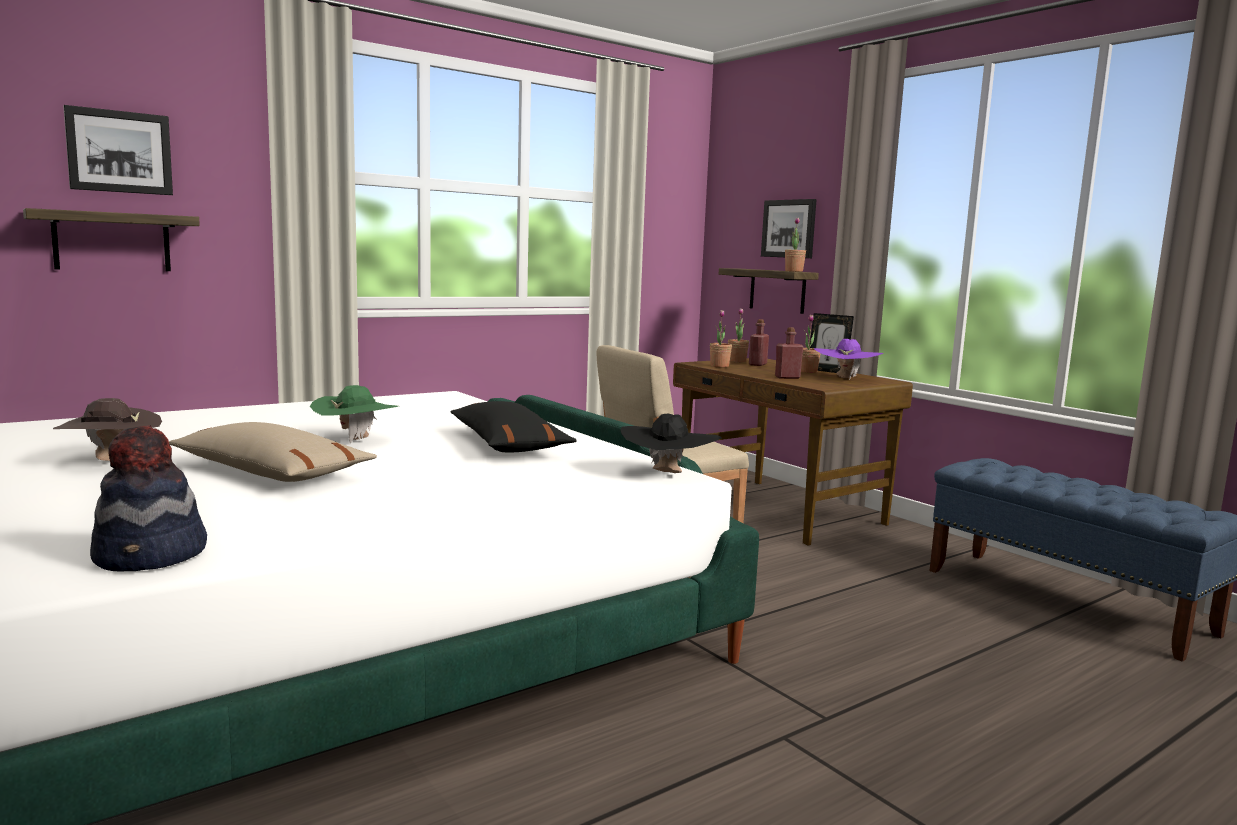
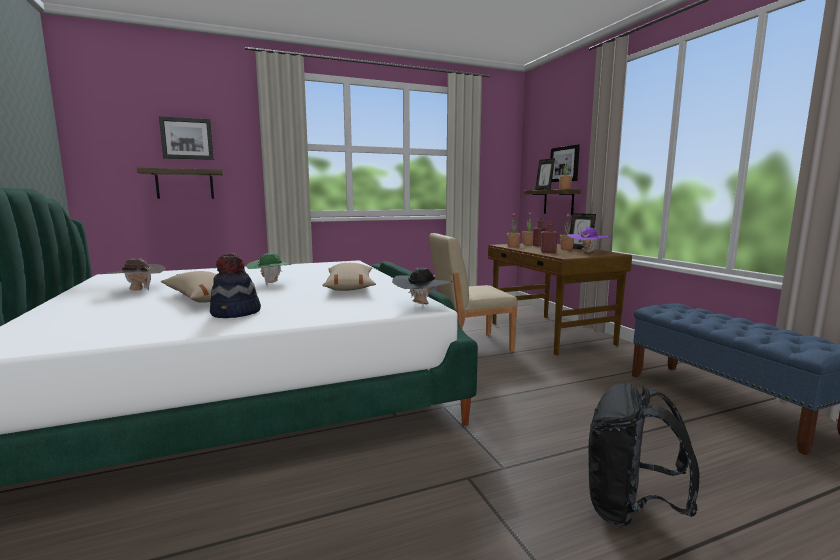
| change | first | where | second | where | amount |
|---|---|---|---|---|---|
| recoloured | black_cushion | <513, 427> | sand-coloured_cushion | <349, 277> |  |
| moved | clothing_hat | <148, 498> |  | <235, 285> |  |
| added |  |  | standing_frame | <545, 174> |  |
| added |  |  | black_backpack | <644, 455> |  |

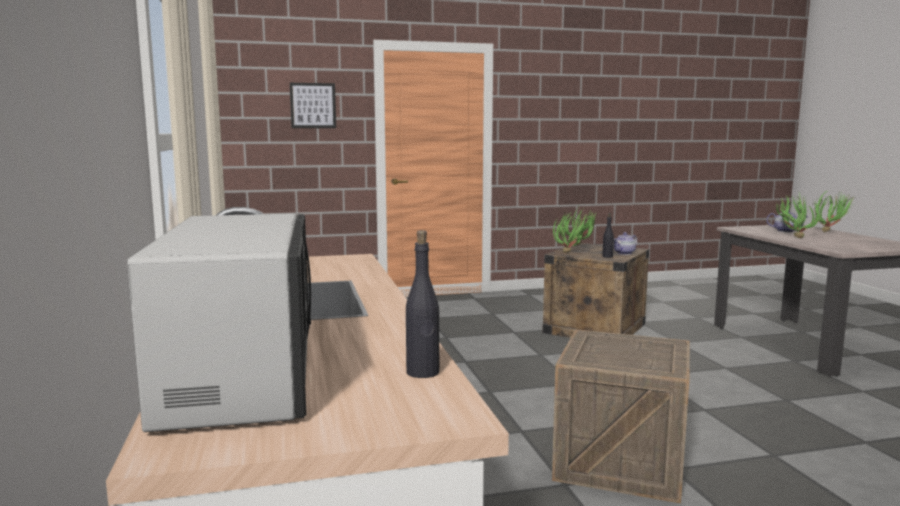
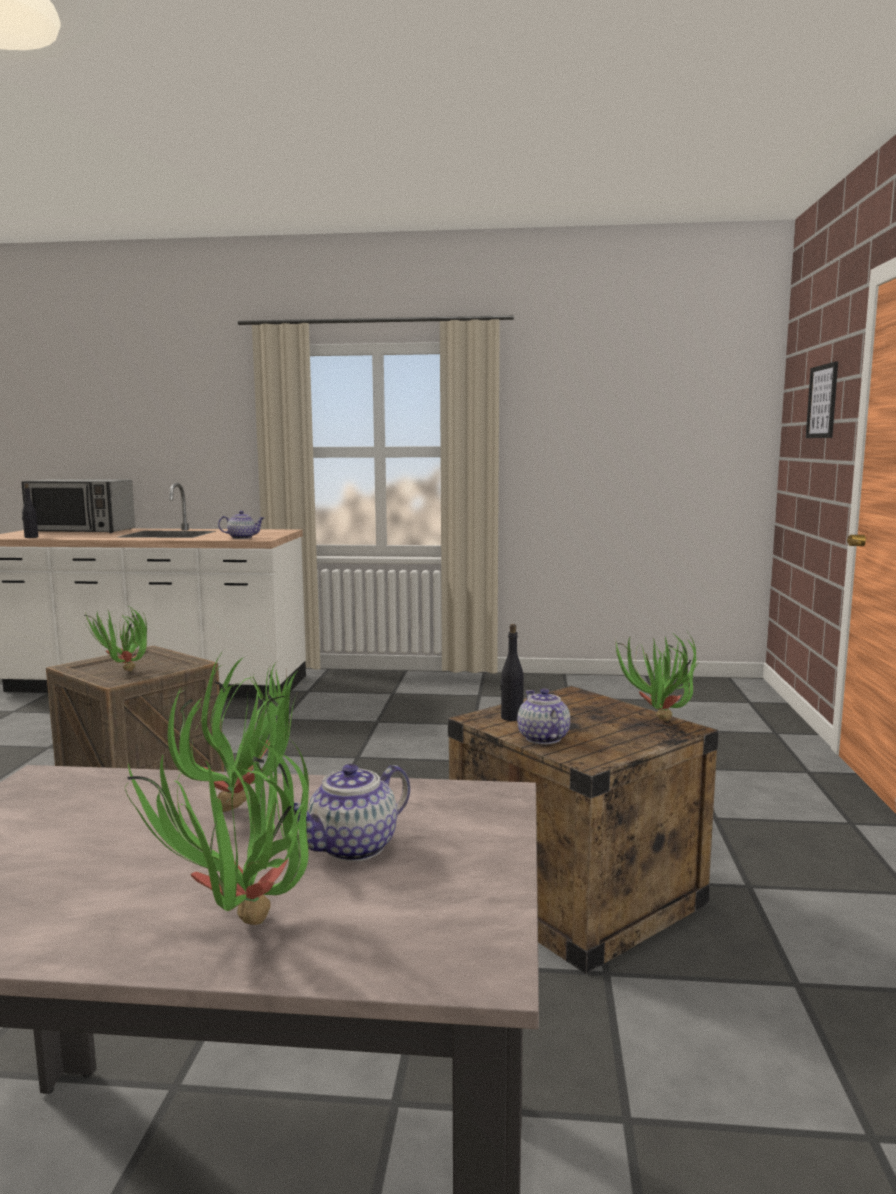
| change | first | where | second | where | amount |
|---|---|---|---|---|---|
| moved | potted_plant | <570, 232> |  | <115, 638> |  |
| added |  |  | pot_for_tea | <241, 525> |  |

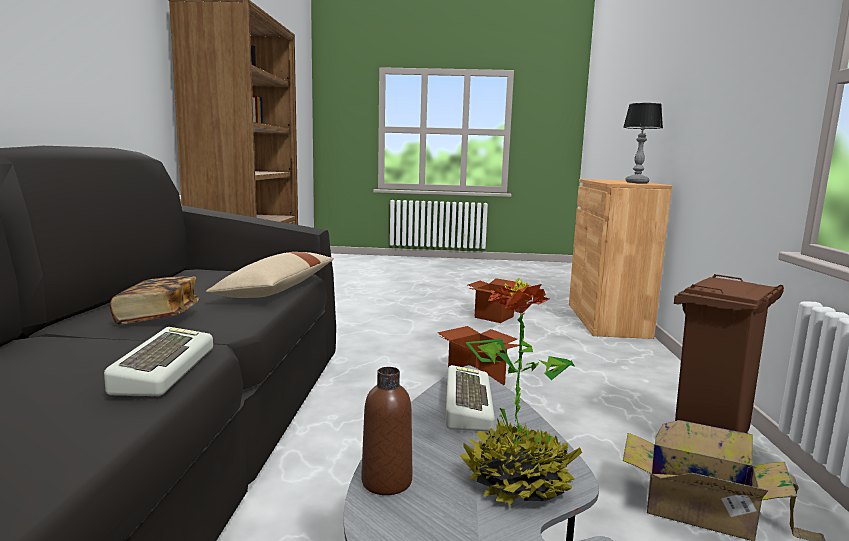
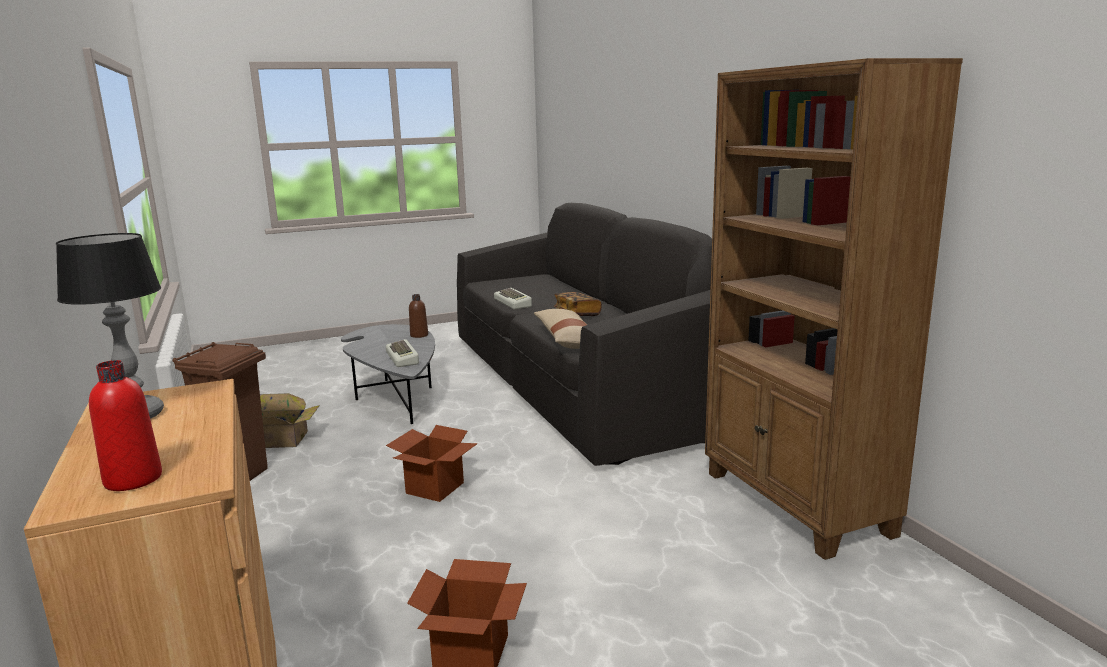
| change | first | where | second | where | amount |
|---|---|---|---|---|---|
| removed | potted_plant | <520, 392> |  |  |  |
| added |  |  | reddish_drink_bottle | <125, 425> |  |

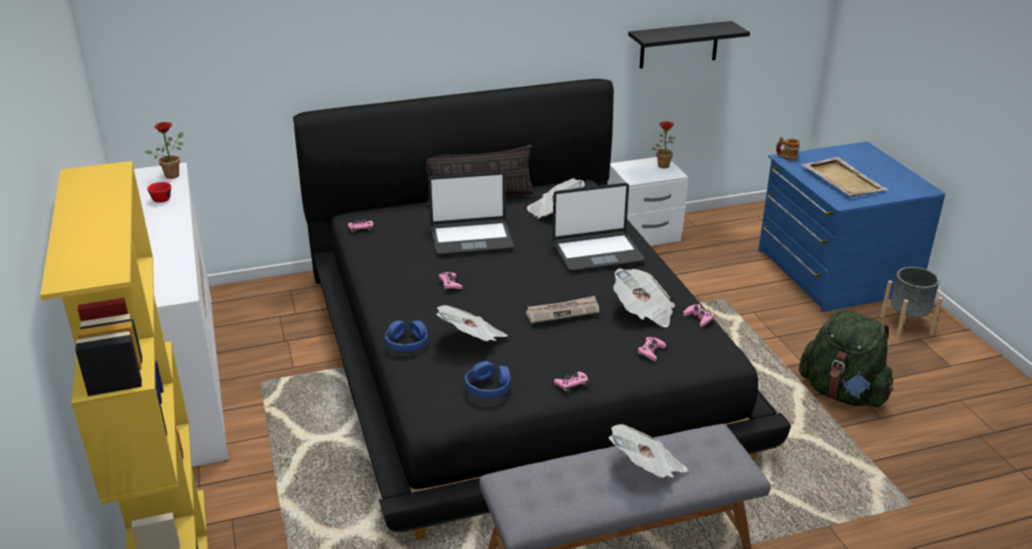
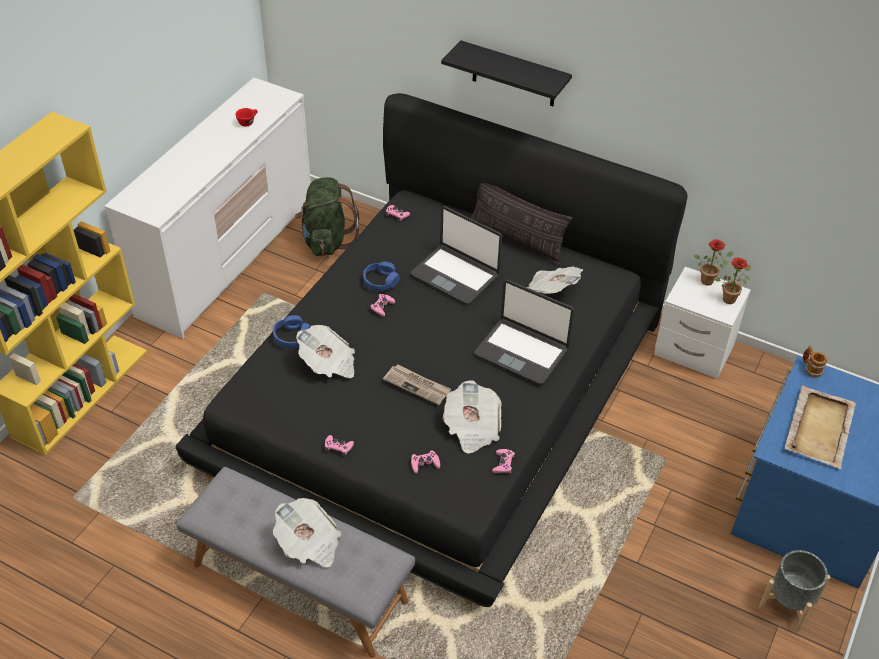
| change | first | where | second | where | amount |
|---|---|---|---|---|---|
| moved | black_shelf | <689, 44> |  | <506, 73> |  |
| moved | potted_plant | <164, 150> |  | <714, 262> |  |
| moved | greenish_backpack | <846, 358> |  | <327, 216> |  |
| moved | blue-coloured_headset | <488, 379> |  | <381, 276> |  |

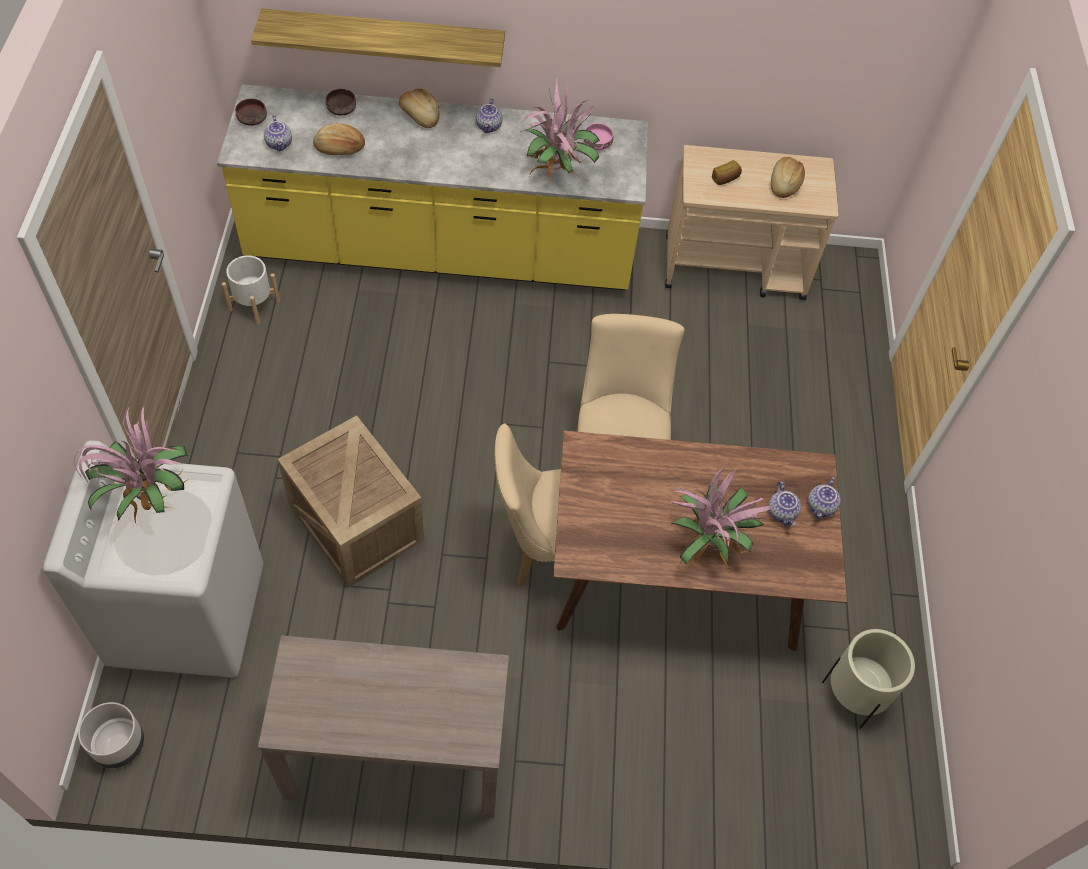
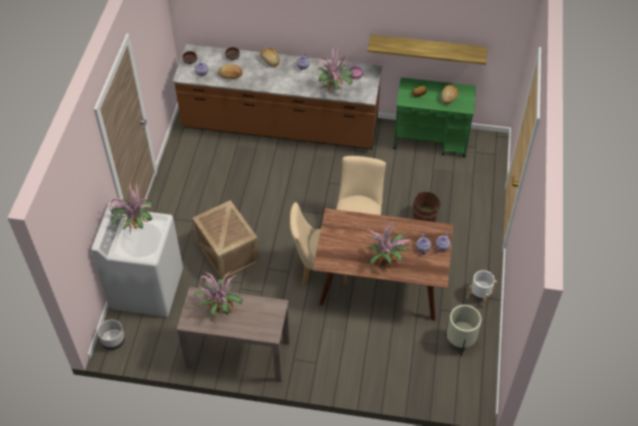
| change | first | where | second | where | amount |
|---|---|---|---|---|---|
| moved | shelf | <378, 37> |  | <427, 49> |  |
| recoloured | yellowish_kitchen_base_unit | <432, 187> | brown_kitchen_base_unit | <277, 97> |  |
| recoloured | sand-coloured_wheeled_cart | <752, 222> | greenish_wheeled_cart | <434, 117> |  |
| moved | whitish_planter | <251, 290> |  | <481, 289> |  |
| added |  |  | brown_water_bucket | <427, 207> |  |
| added |  |  | potted_plant | <218, 294> |  |

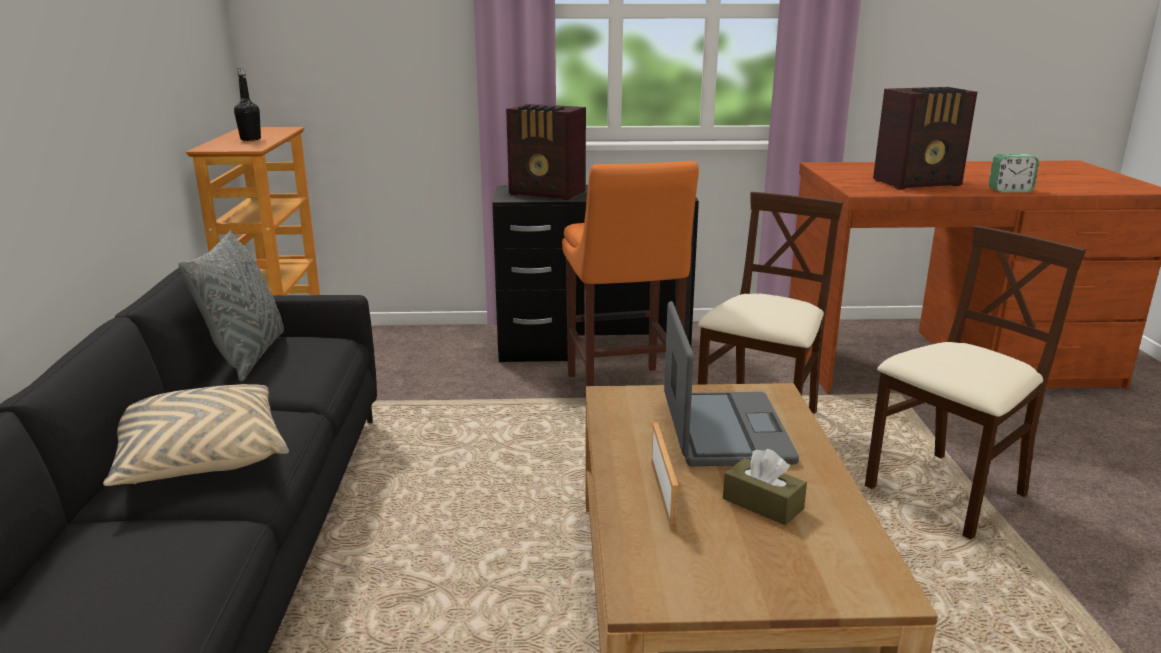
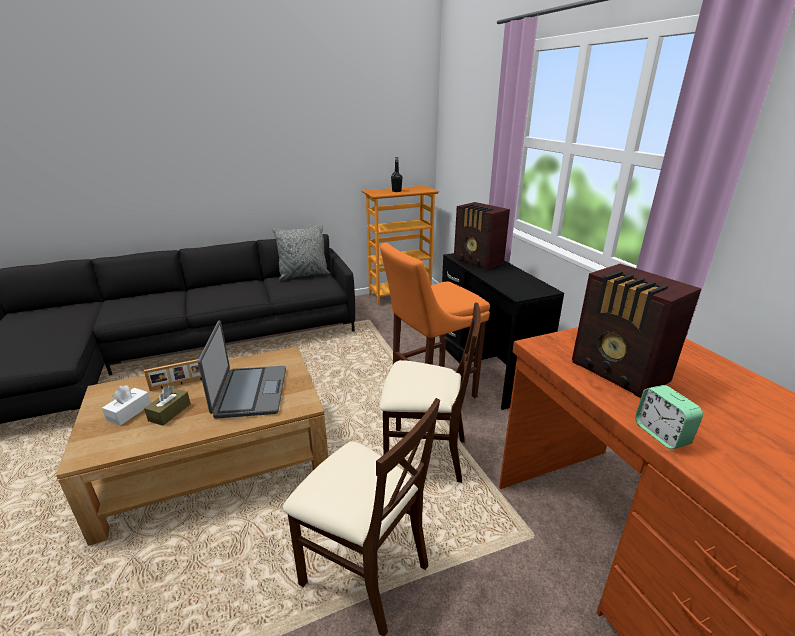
| change | first | where | second | where | amount |
|---|---|---|---|---|---|
| turned | radio_receiver | <546, 152> |  | <482, 236> | 45 degrees counterclockwise |
| turned | laptop | <731, 383> |  | <242, 369> | 75 degrees counterclockwise |
| removed | sand-coloured_cushion | <196, 435> |  |  |  |
| added |  |  | whitish_tissue_box | <126, 405> |  |

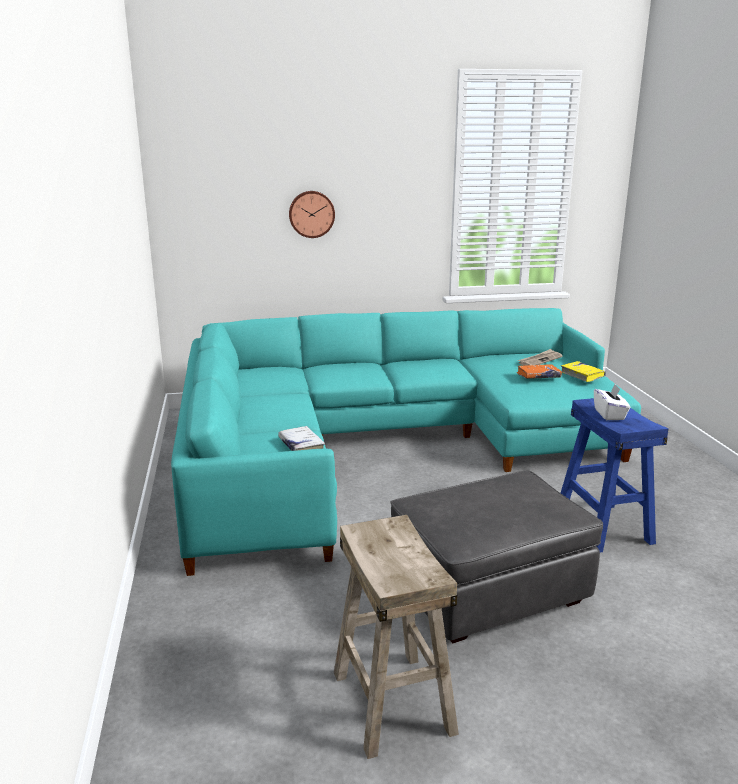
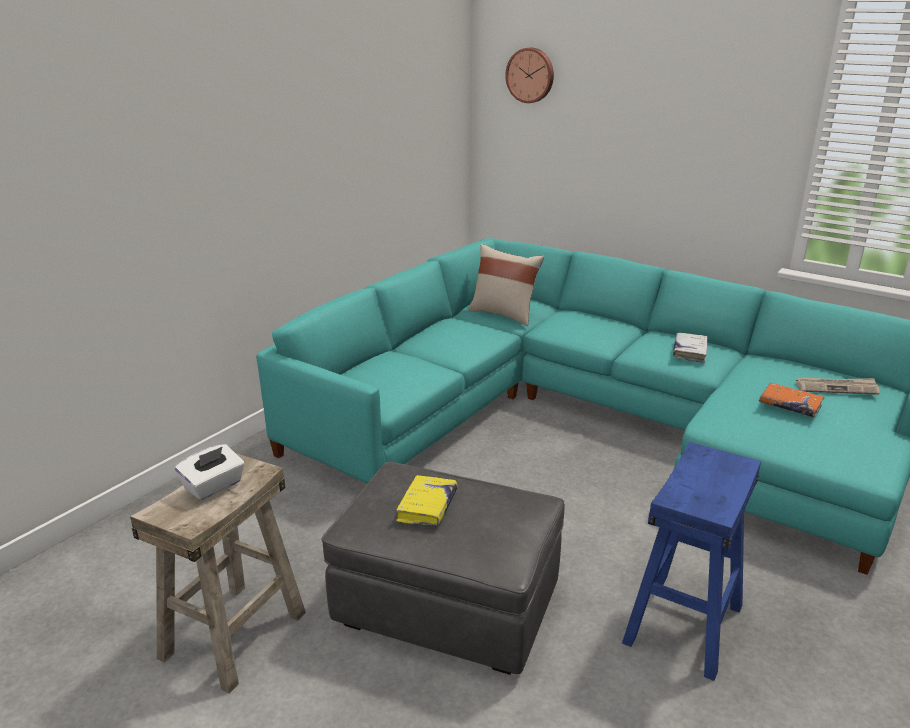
| change | first | where | second | where | amount |
|---|---|---|---|---|---|
| moved | wall_clock | <312, 214> |  | <529, 75> |  |
| moved | yellowish_book | <583, 371> |  | <426, 500> |  |
| moved | whitish_tissue_box | <612, 402> |  | <210, 472> |  |
| moved | whitish_book | <301, 438> |  | <690, 348> |  |
| added |  |  | sand-coloured_cushion | <506, 285> |  |

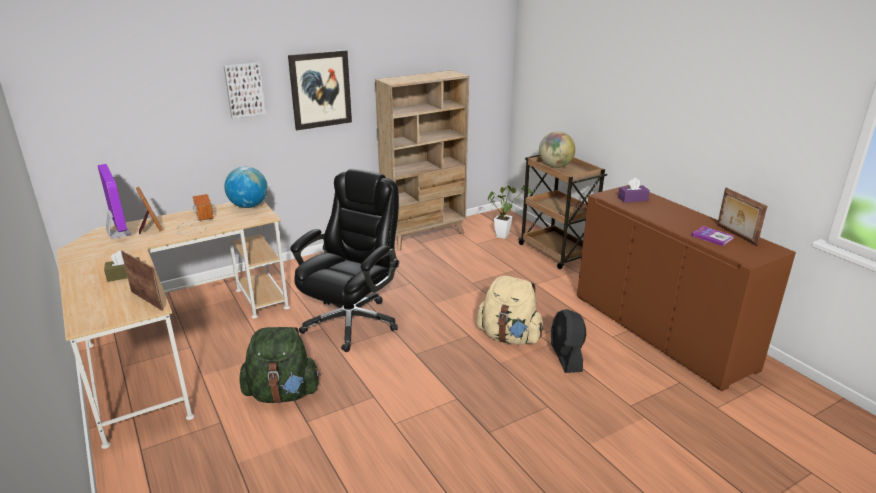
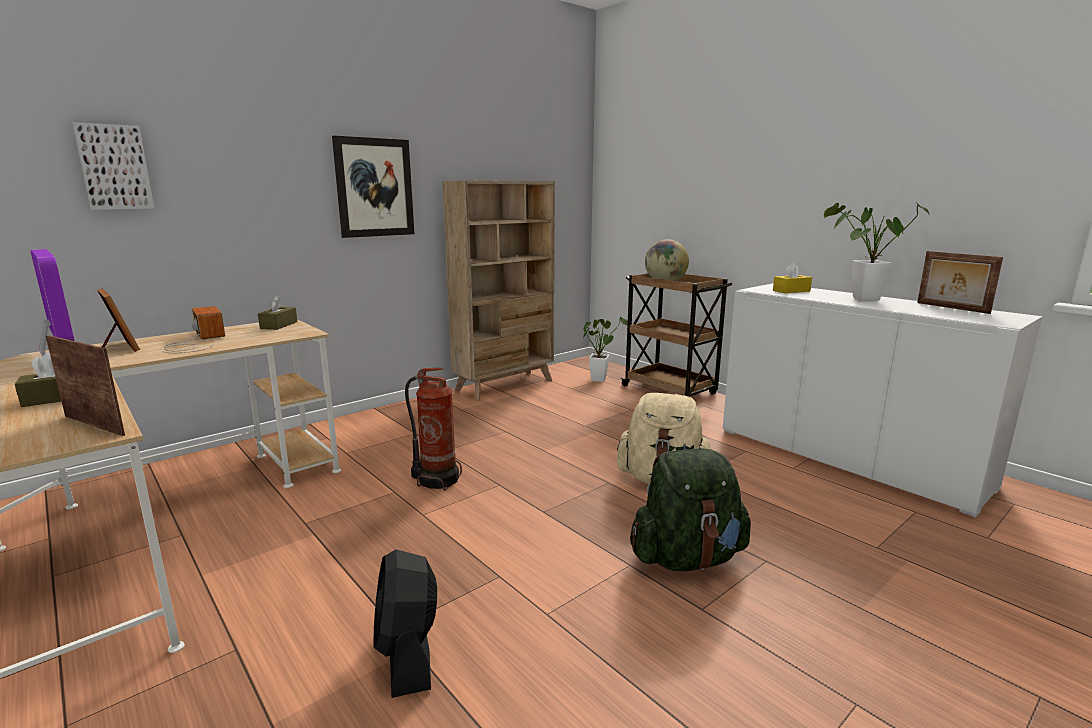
| change | first | where | second | where | amount |
|---|---|---|---|---|---|
| moved | picture | <245, 90> |  | <113, 166> |  |
| replaced | desk_globe | <246, 187> | brown_tissue_box | <277, 312> |  |
| replaced | black_computer_chair | <344, 260> | fire_extinguisher | <433, 429> |  |
| recoloured | purple-coloured_tissue_box | <634, 190> | yellowish_tissue_box | <792, 278> |  |
| recoloured | brown_cabinet | <686, 288> | whitish_cabinet | <883, 400> |  |
| removed | book | <712, 236> |  |  |  |
| moved | black_fan | <568, 341> |  | <405, 623> |  |
| moved | greenish_backpack | <280, 365> |  | <690, 509> |  |
| added |  |  | potted_plant | <876, 251> |  |

